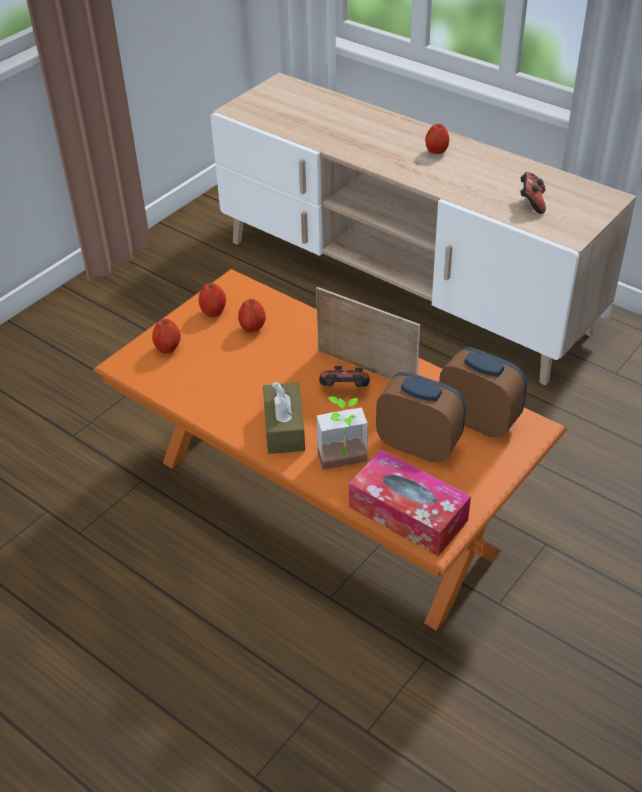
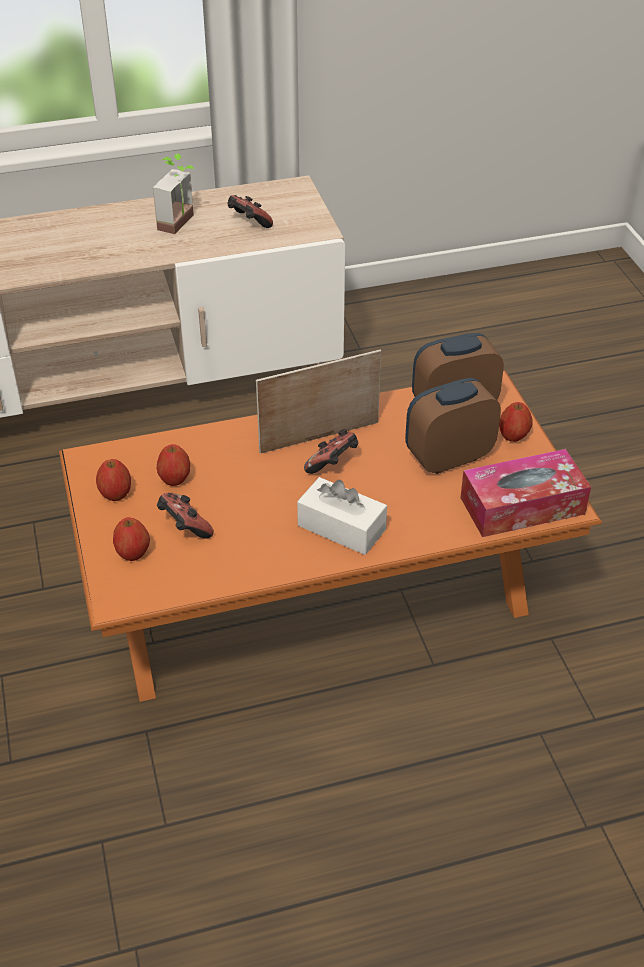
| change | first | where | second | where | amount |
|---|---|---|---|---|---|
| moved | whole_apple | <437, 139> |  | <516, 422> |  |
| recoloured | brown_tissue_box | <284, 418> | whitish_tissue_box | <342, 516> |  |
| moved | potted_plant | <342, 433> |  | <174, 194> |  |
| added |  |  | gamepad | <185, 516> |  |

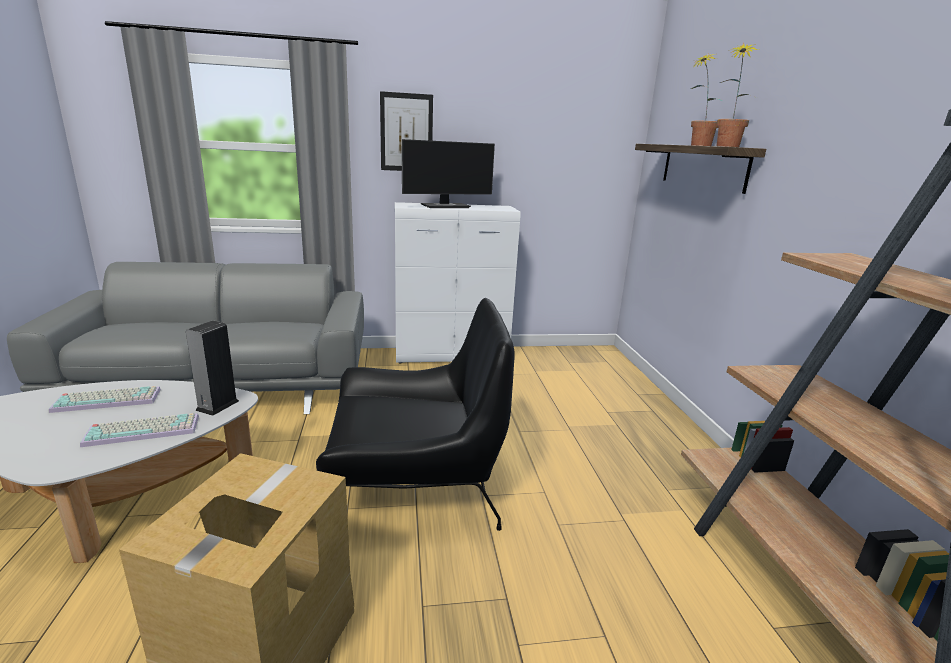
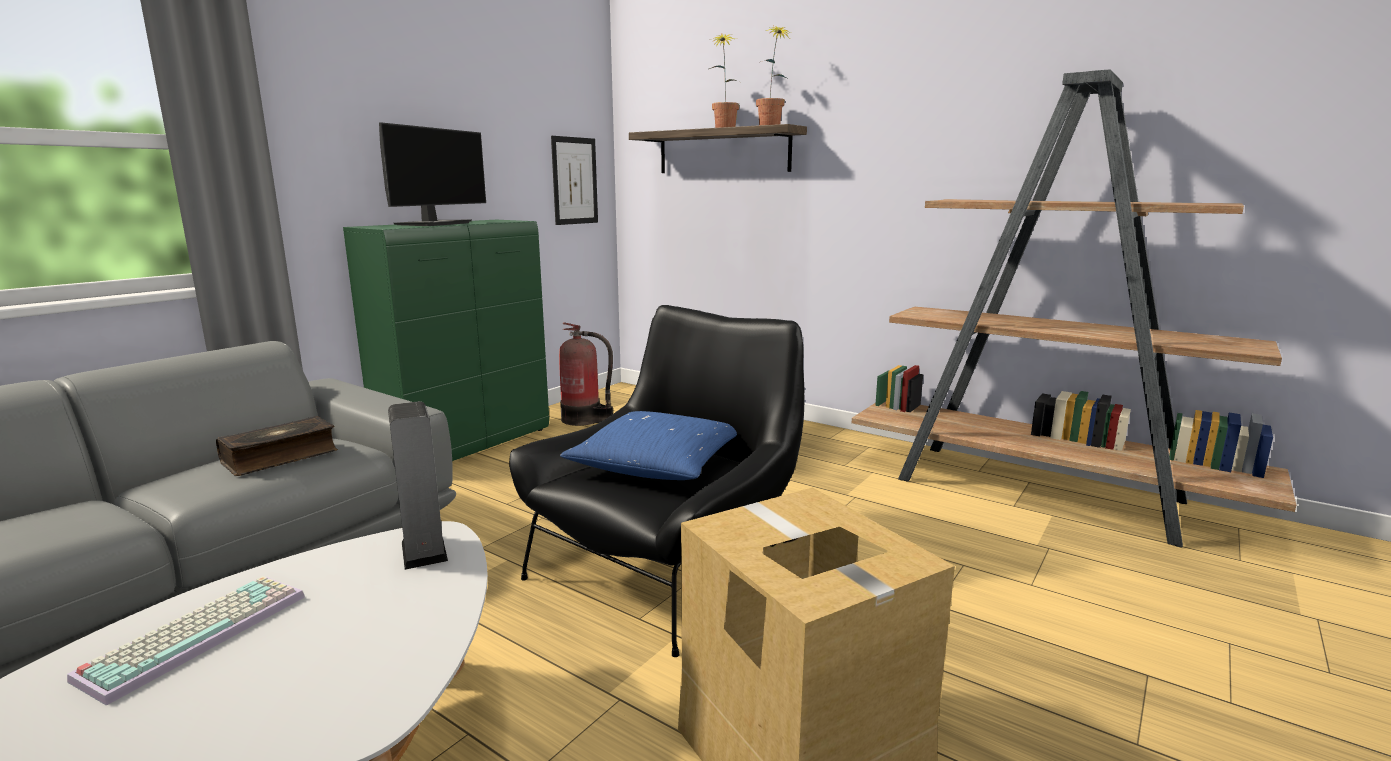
| change | first | where | second | where | amount |
|---|---|---|---|---|---|
| moved | picture | <406, 131> |  | <574, 180> |  |
| recoloured | whitish_cabinet | <458, 283> | greenish_cabinet | <446, 340> |  |
| removed | keyboard | <139, 430> |  |  |  |
| added |  |  | fire_extinguisher | <586, 374> |  |
| added |  |  | blue-coloured_cushion | <648, 445> |  |
| added |  |  | book | <277, 446> |  |

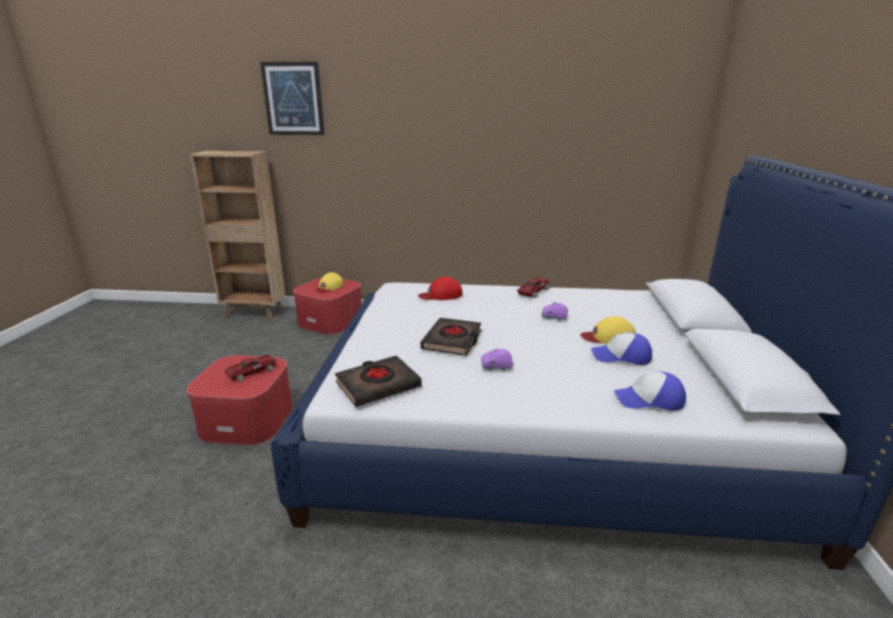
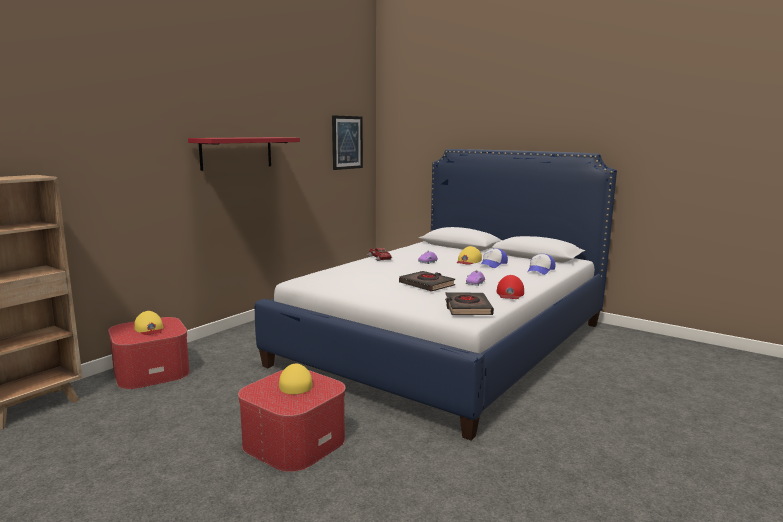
| change | first | where | second | where | amount |
|---|---|---|---|---|---|
| moved | picture | <292, 98> |  | <347, 142> |  |
| moved | reddish_cap | <440, 288> |  | <510, 287> |  |
| replaced | model_car | <250, 368> | yellowish_cap | <296, 379> |  |
| added |  |  | reddish_shelf | <244, 154> |  |

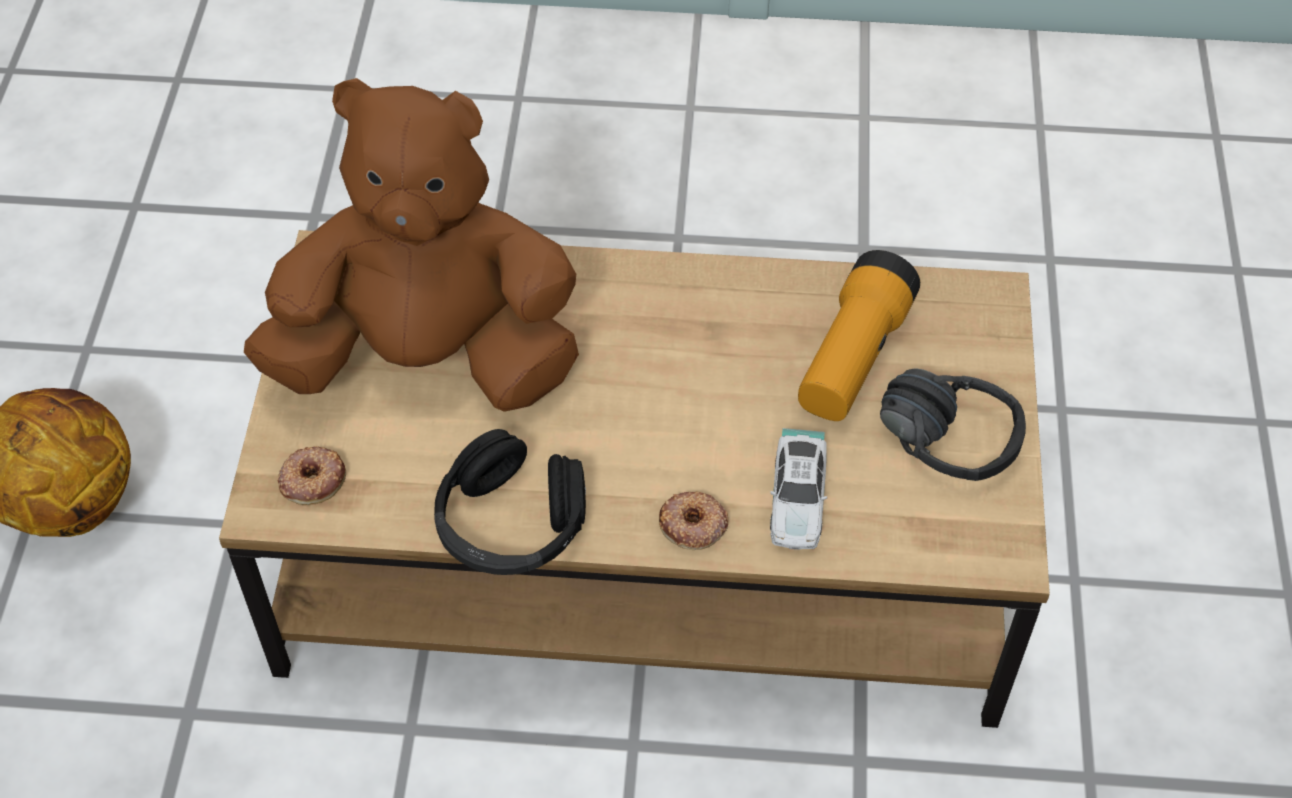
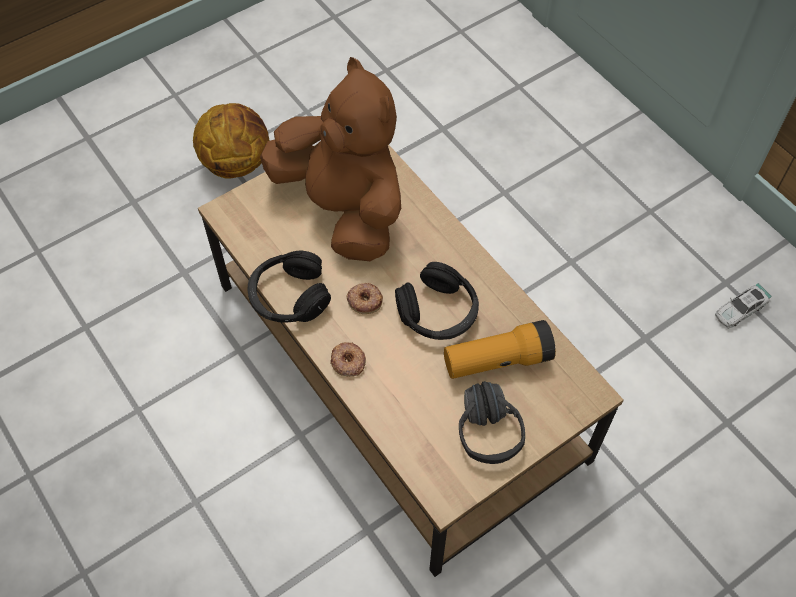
| change | first | where | second | where | amount |
|---|---|---|---|---|---|
| moved | model_car | <798, 489> |  | <743, 305> |  |
| moved | donut | <311, 475> |  | <364, 298> |  |
| added |  |  | black_headset | <437, 301> |  |

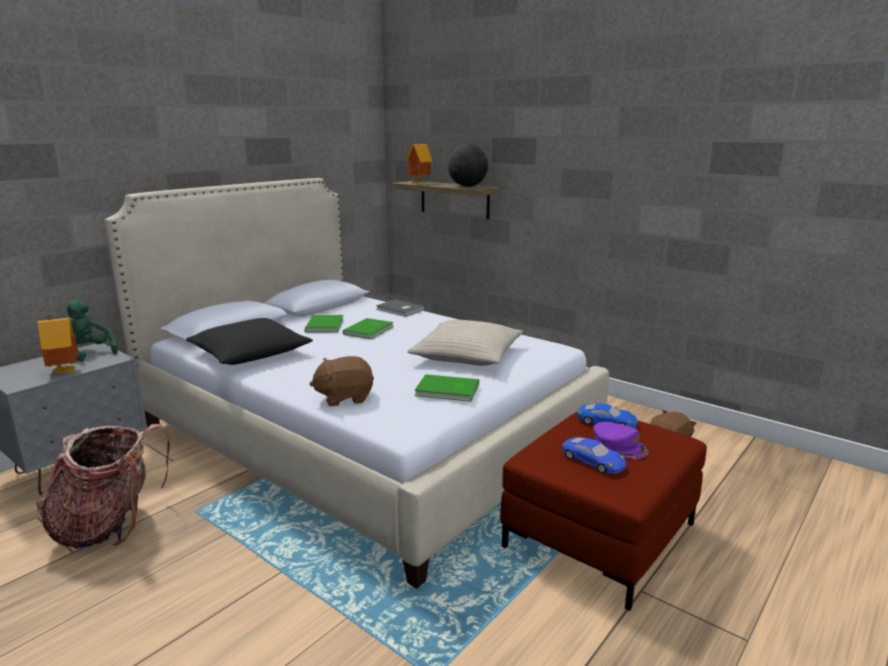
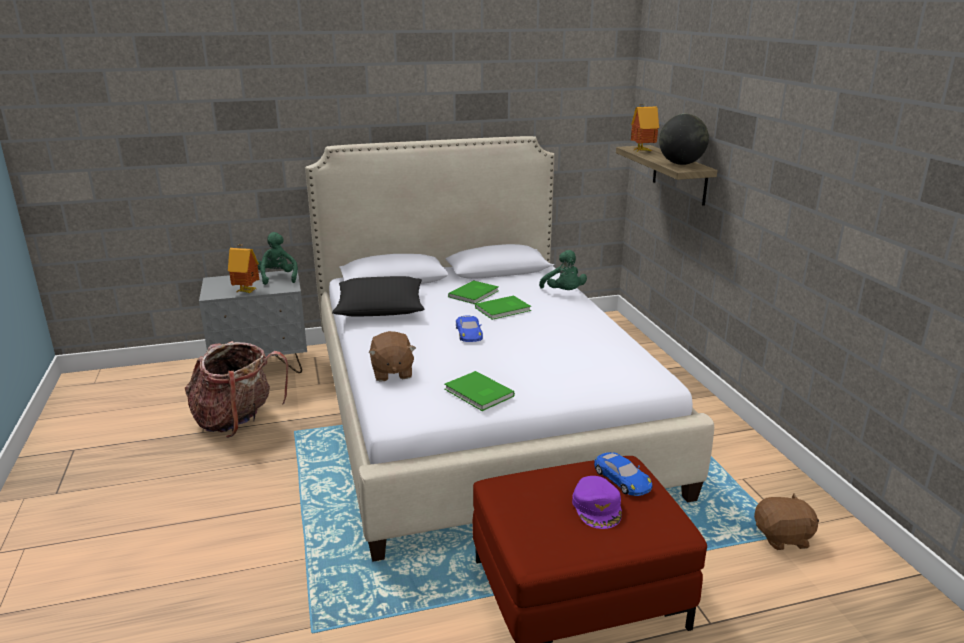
| change | first | where | second | where | amount |
|---|---|---|---|---|---|
| replaced | gray_book | <400, 308> | greenish_plush_toy | <563, 270> |  |
| removed | sand-coloured_cushion | <465, 343> |  |  |  |
| turned | brown_plush_toy | <342, 381> |  | <392, 356> | 120 degrees counterclockwise |
| moved | blue-coloured_model_car | <594, 455> |  | <469, 329> |  |

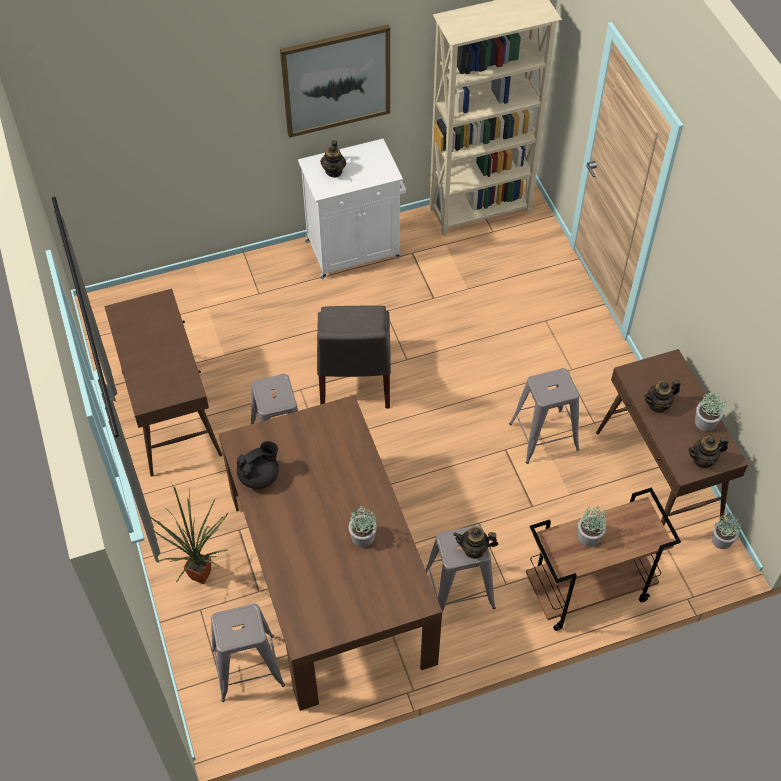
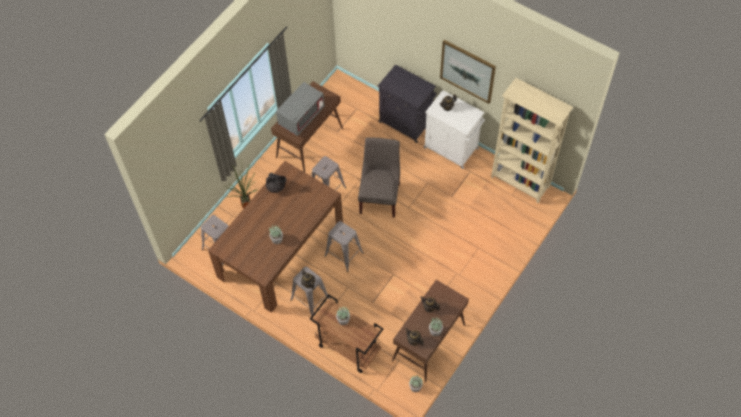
| change | first | where | second | where | amount |
|---|---|---|---|---|---|
| turned | gray_plain_chair | <354, 356> |  | <379, 177> | 135 degrees clockwise |
| moved | gray_stool_seat | <544, 416> |  | <344, 246> |  |
| added |  |  | black_cabinet | <407, 103> |  |
| added |  |  | gray_kitchen_microwave | <300, 109> |  |

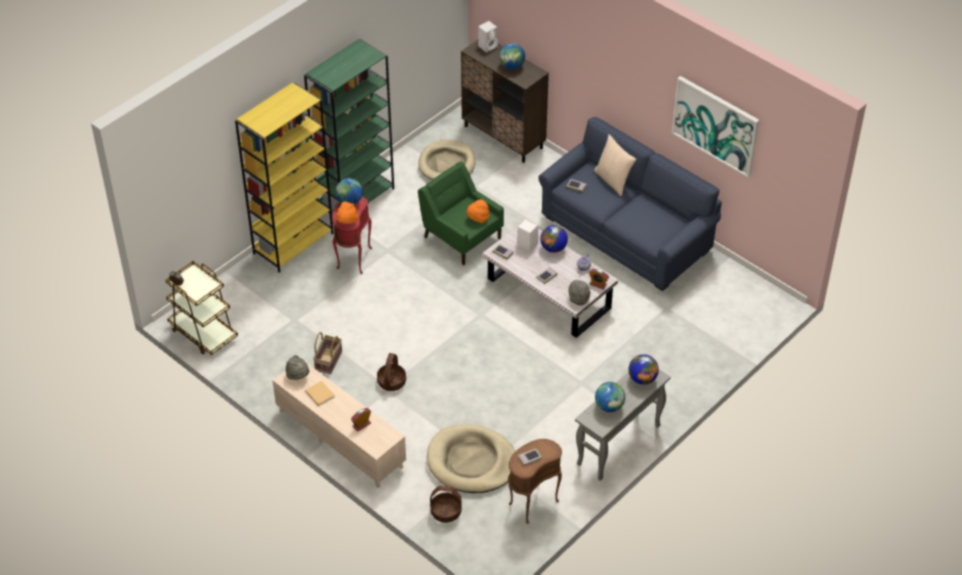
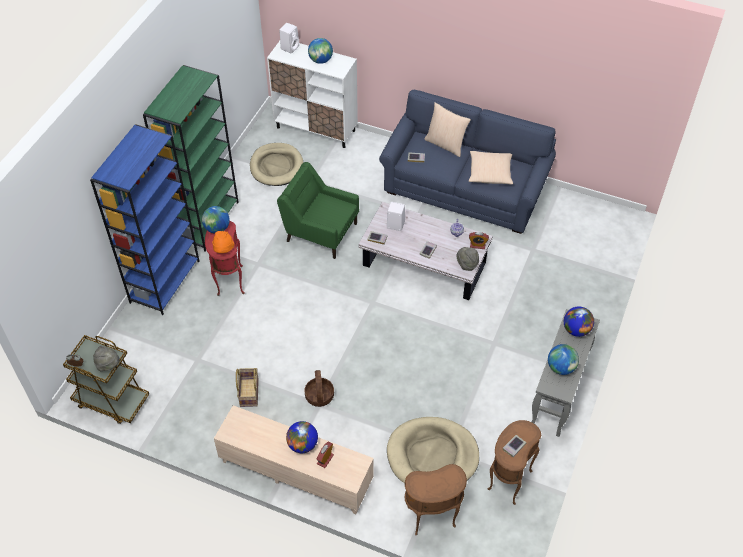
| change | first | where | second | where | amount |
|---|---|---|---|---|---|
| recoloured | brown_cabinet | <505, 101> | whitish_cabinet | <312, 94> |  |
| removed | picture | <715, 127> |  |  |  |
| recoloured | yellowish_bookcase | <284, 177> | blue-coloured_bookcase | <145, 219> |  |
| removed | orange-coloured_clothing_hat | <478, 211> |  |  |  |
| moved | desk_globe | <554, 239> |  | <302, 437> |  |
| moved | gray_clothing_hat | <297, 367> |  | <106, 358> |  |
| removed | sand-coloured_book | <320, 393> |  |  |  |
| replaced | household_basket | <446, 504> | brown_end_table | <436, 500> |  |
| added |  |  | sand-coloured_cushion | <491, 168> |  |

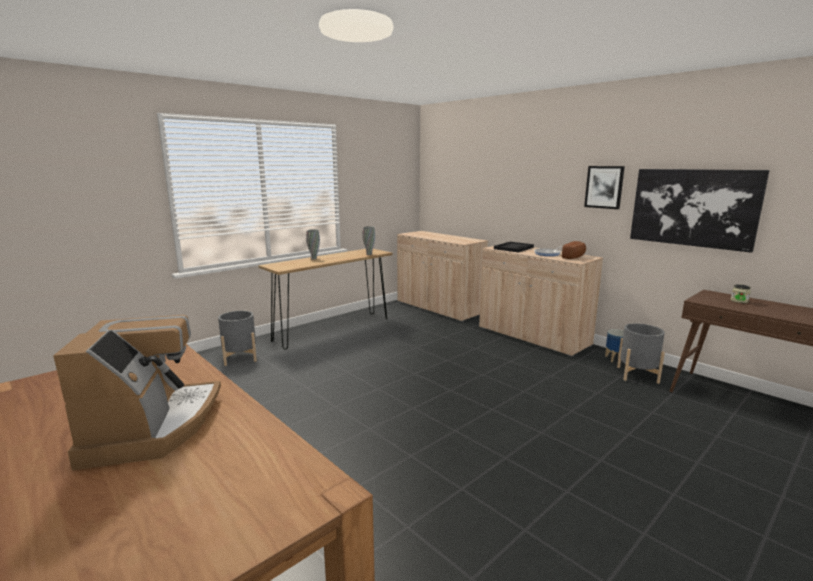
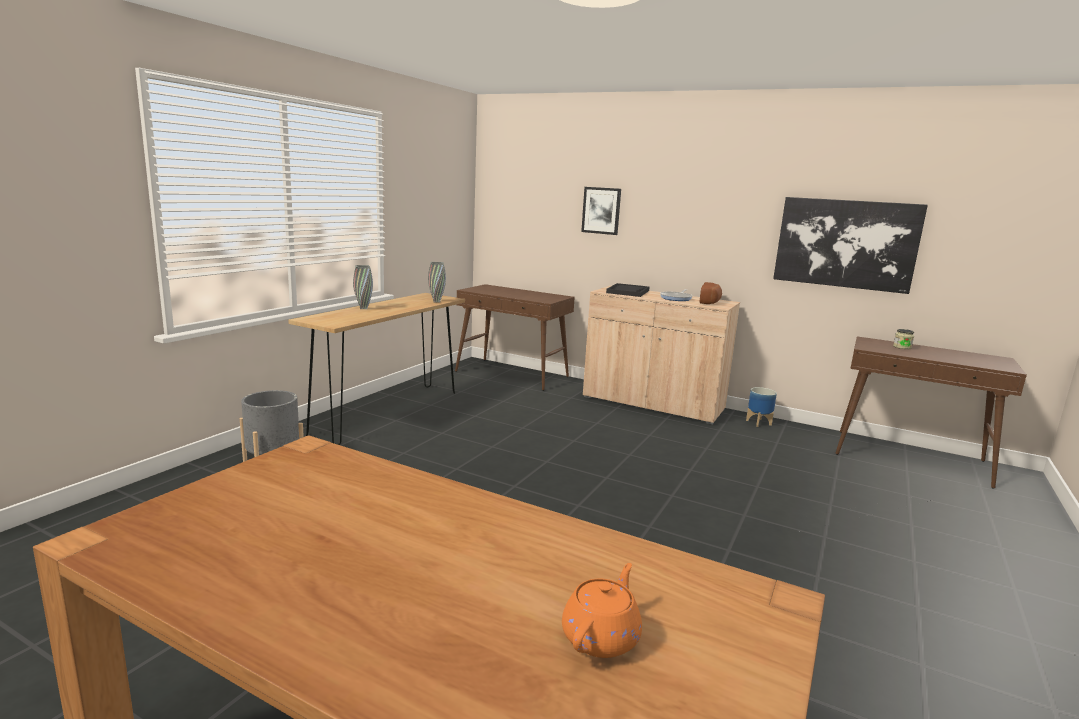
| change | first | where | second | where | amount |
|---|---|---|---|---|---|
| moved | picture | <604, 187> |  | <601, 211> |  |
| replaced | sand-coloured_cabinet | <442, 276> | brown_hall_table | <515, 337> |  |
| removed | coffee_machine | <137, 392> |  |  |  |
| removed | gray_planter | <641, 353> |  |  |  |
| added |  |  | orange-coloured_pot_for_tea | <602, 610> |  |

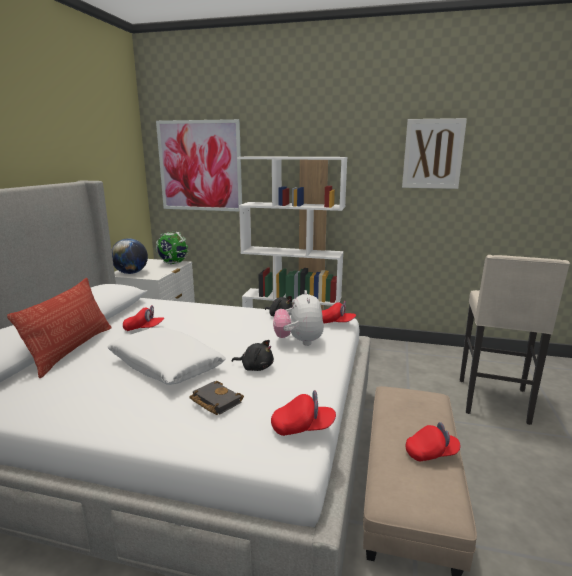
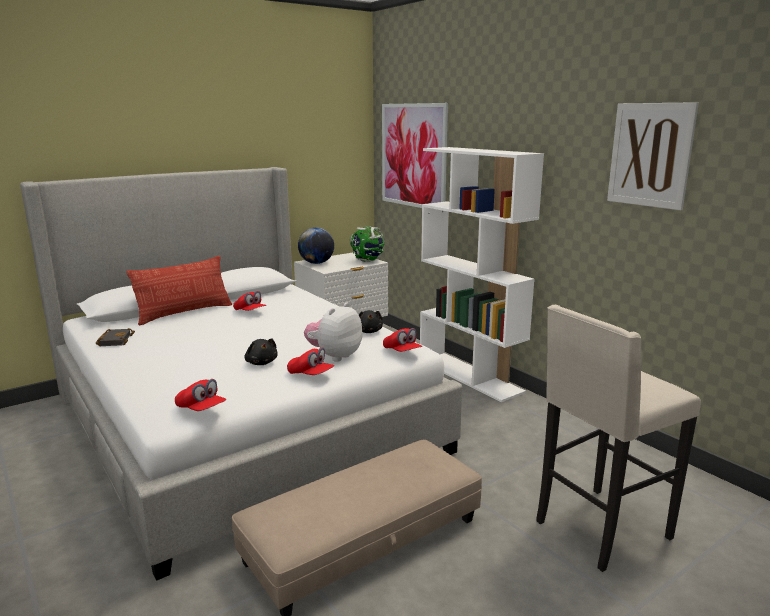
| change | first | where | second | where | amount |
|---|---|---|---|---|---|
| removed | whitish_cushion | <166, 356> |  |  |  |
| moved | black_book | <216, 398> |  | <115, 337> |  |
| moved | reddish_cap | <433, 441> |  | <310, 361> |  |

